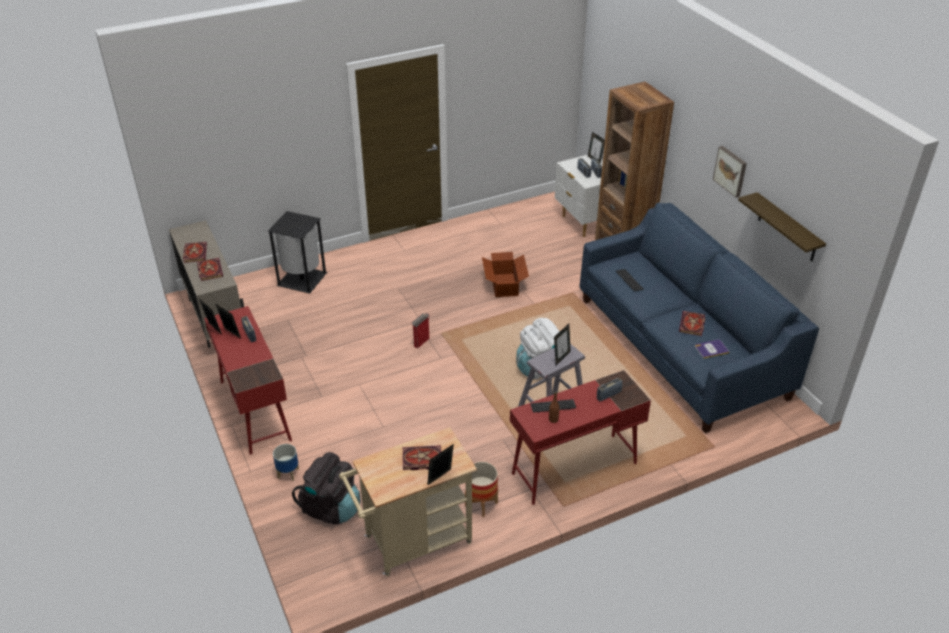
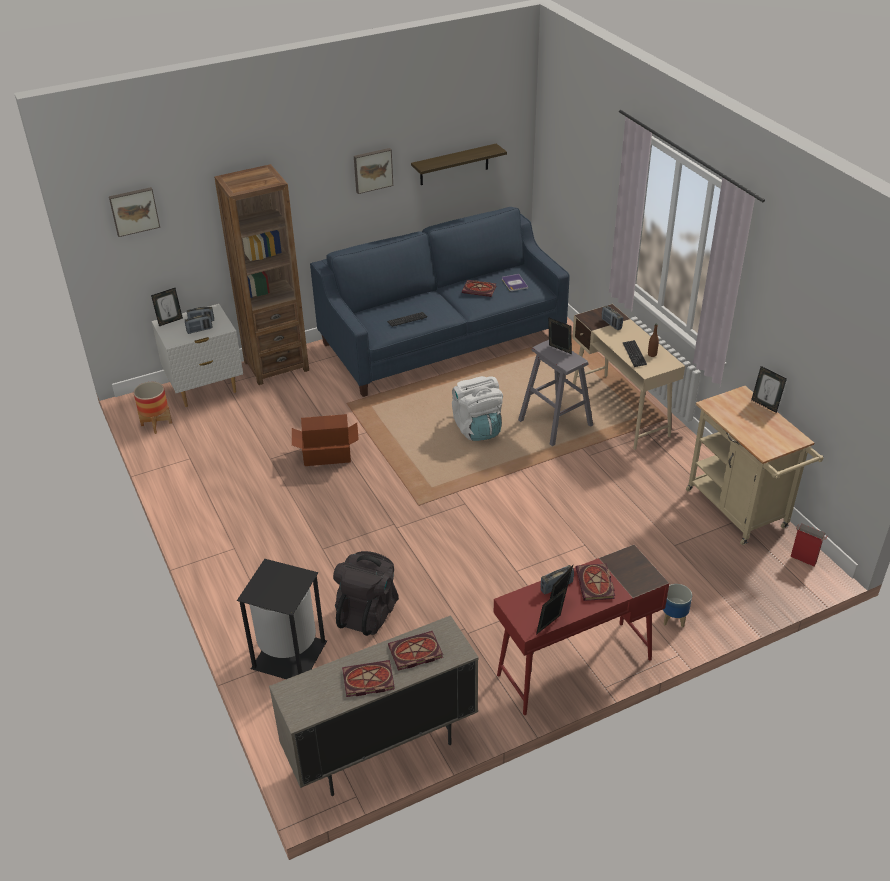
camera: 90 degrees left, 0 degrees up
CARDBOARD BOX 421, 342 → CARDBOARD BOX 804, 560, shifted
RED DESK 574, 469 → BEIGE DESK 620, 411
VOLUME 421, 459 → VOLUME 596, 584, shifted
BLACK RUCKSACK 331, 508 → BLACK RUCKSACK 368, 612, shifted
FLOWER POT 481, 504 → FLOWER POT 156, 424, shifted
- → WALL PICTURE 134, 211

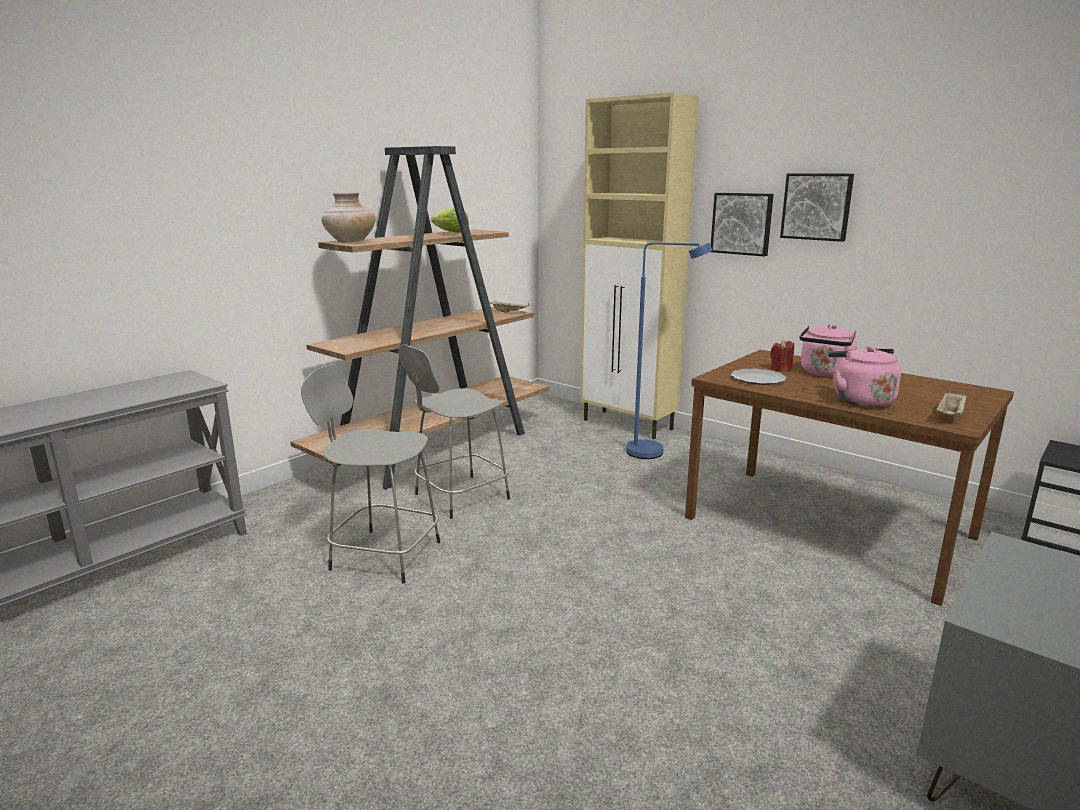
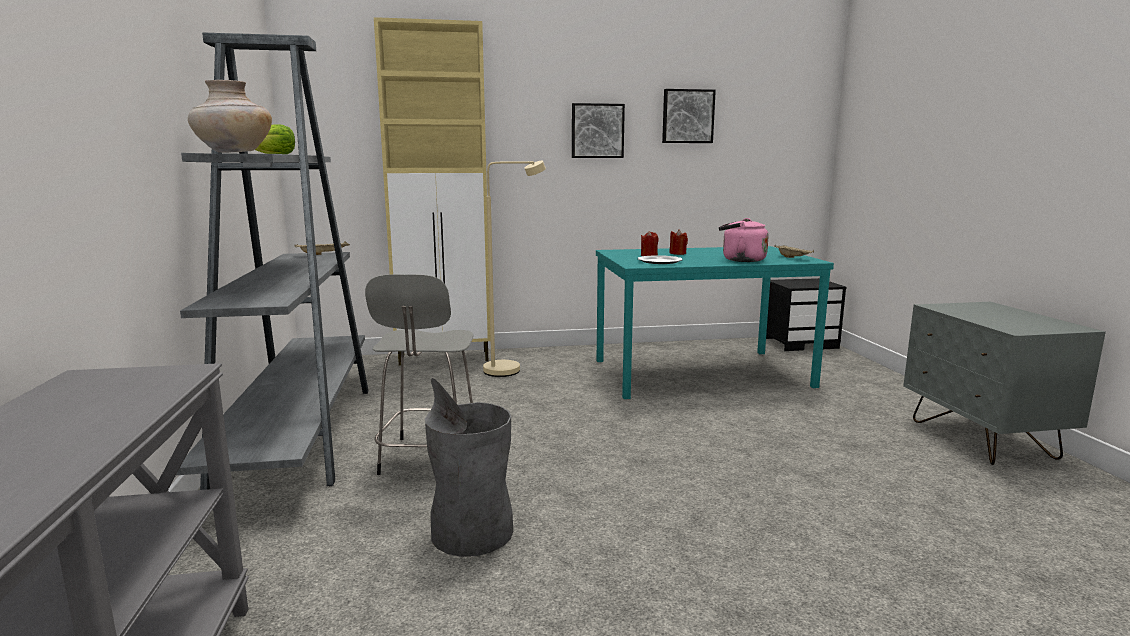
camera: 50 degrees left, 5 degrees down
BROWNISH BOOKCASE 436, 448 → GRAY BOOKCASE 300, 432
WALL PICTURE 742, 223 → WALL PICTURE 687, 116, shifted
BLUE-COLOURED STANDARD LAMP 655, 453 → BEIGE STANDARD LAMP 511, 369
PINK TEA KETTLE 825, 373 → RED WAX LIGHT 677, 253
BROWNISH KITCHEN TABLE 825, 527 → TURQUOISE-COLOURED KITCHEN TABLE 699, 373
GRAY STOOL SEAT 382, 555 → GRAY TRASH CAN 472, 533

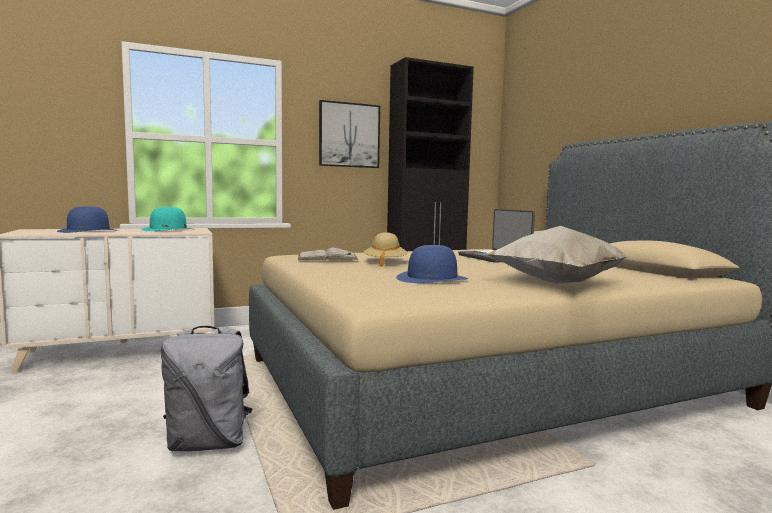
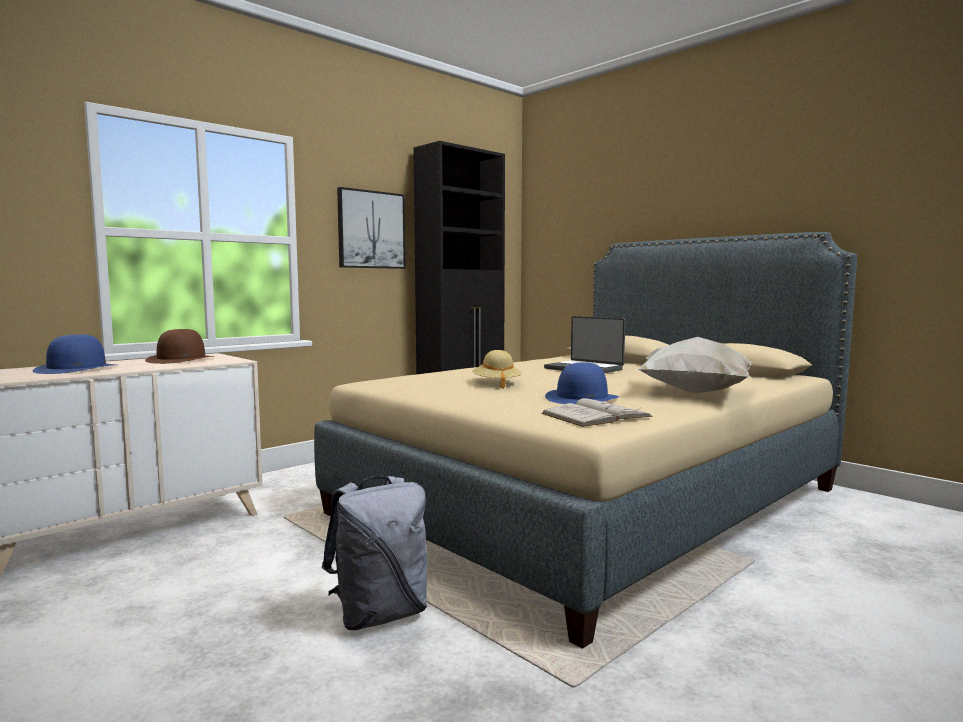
camera: 20 degrees left, 0 degrees up
TURQUOISE-COLOURED WEARABLE HAT 168, 229 → BROWNISH WEARABLE HAT 181, 359
WHITE VOLUME 327, 257 → WHITE VOLUME 596, 415, shifted

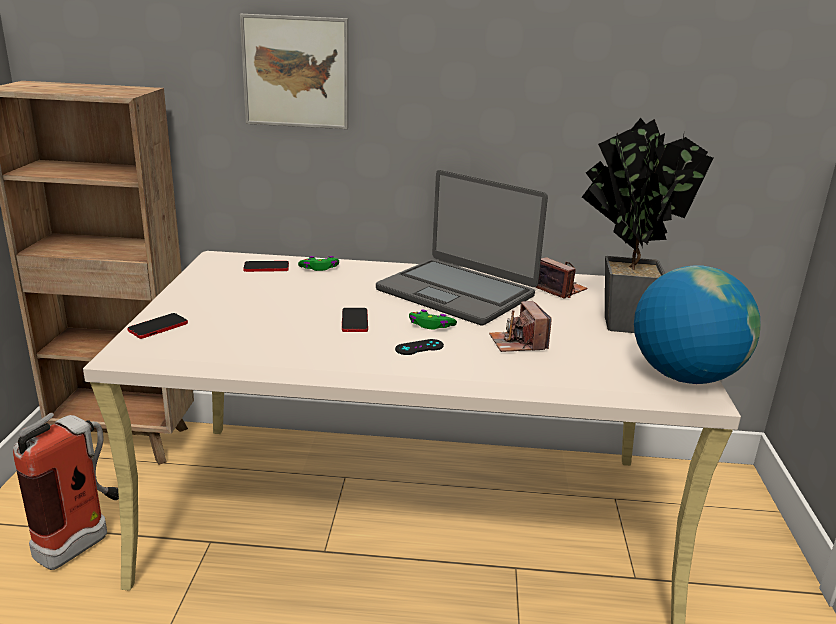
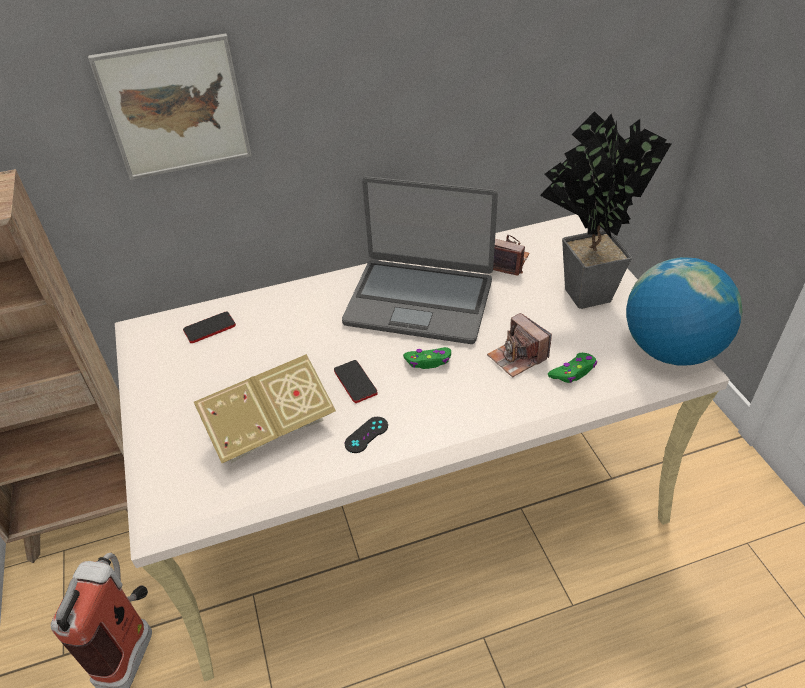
camera: 20 degrees left, 20 degrees up
GREENISH JOYPAD 319, 268 → GREENISH JOYPAD 573, 372, shifted
TELEPHONE 158, 327 → -
BLACK JOYPAD 419, 347 → BLACK JOYPAD 366, 435, shifted
- → VOLUME 270, 427

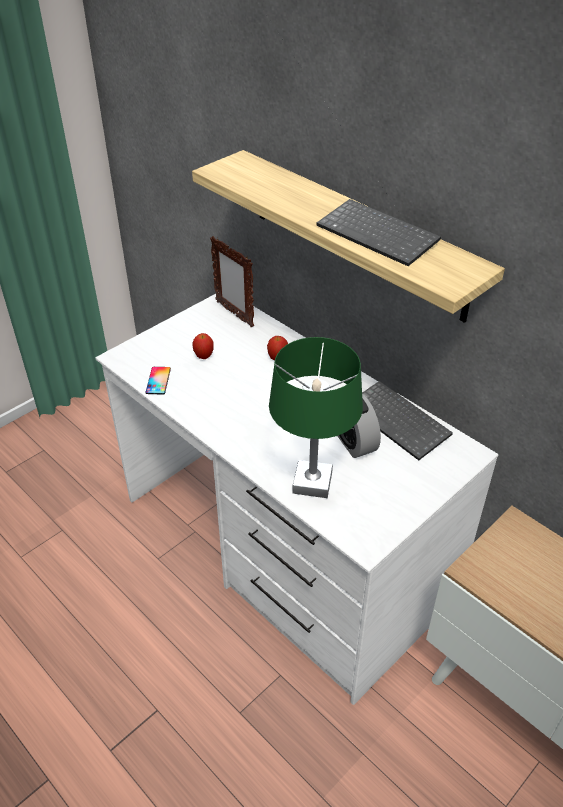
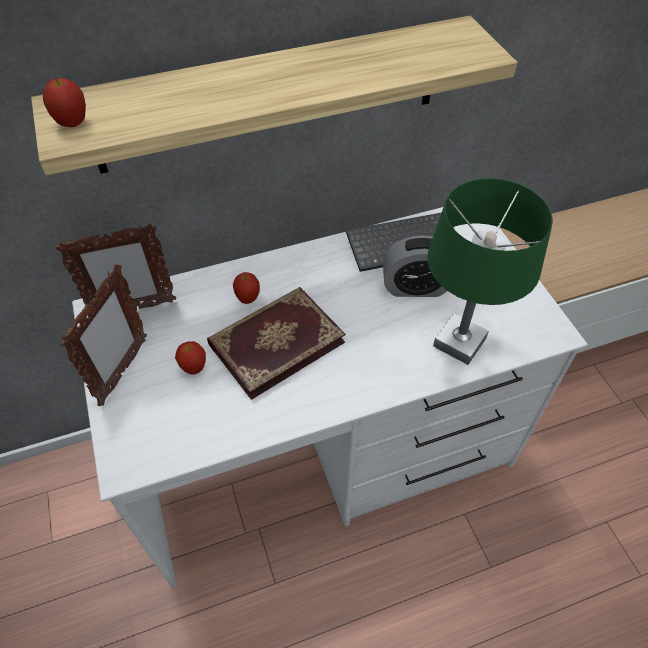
camera: 65 degrees left, 10 degrees up
PC KEYBOARD 379, 234 → -
TELEPHONE 158, 380 → -
- → APPLE FRUIT 73, 124
- → PHOTO FRAME 123, 372
- → VOLUME 275, 342

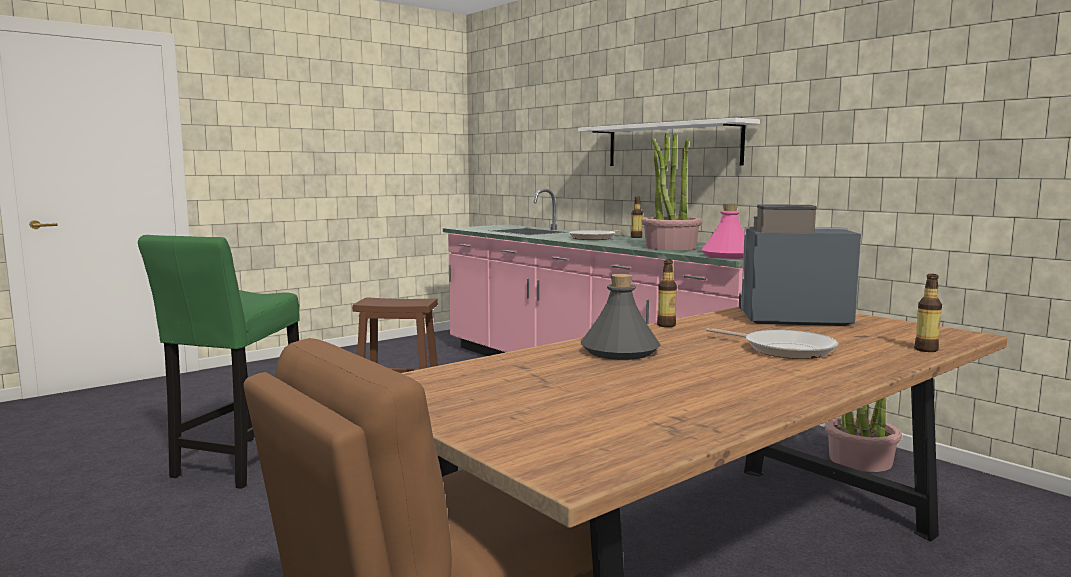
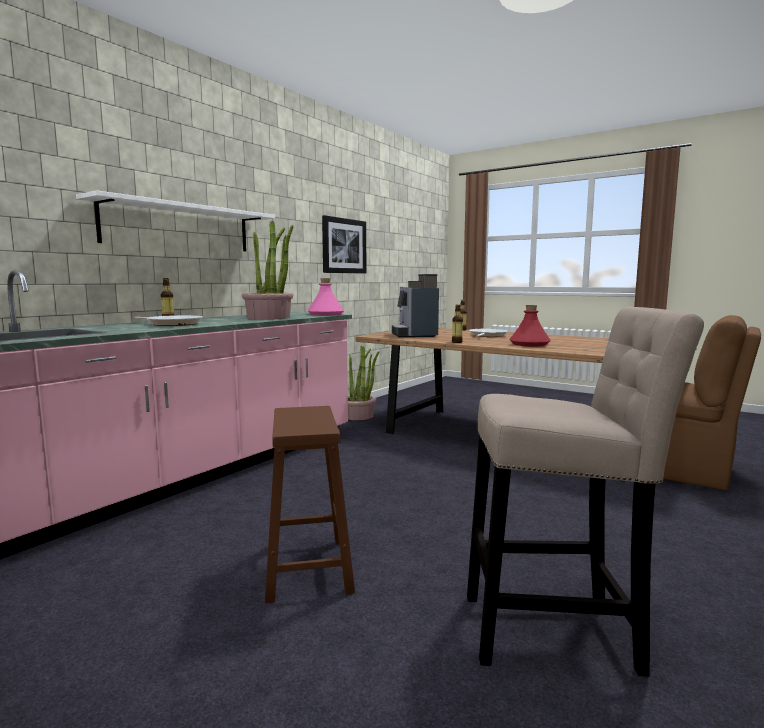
camera: 105 degrees left, 0 degrees up
GREENISH STOOL SEAT 237, 464 → BEIGE STOOL SEAT 559, 631
GRAY DRINK BOTTLE 620, 352 → RED DRINK BOTTLE 529, 344
- → WALL PICTURE 344, 246

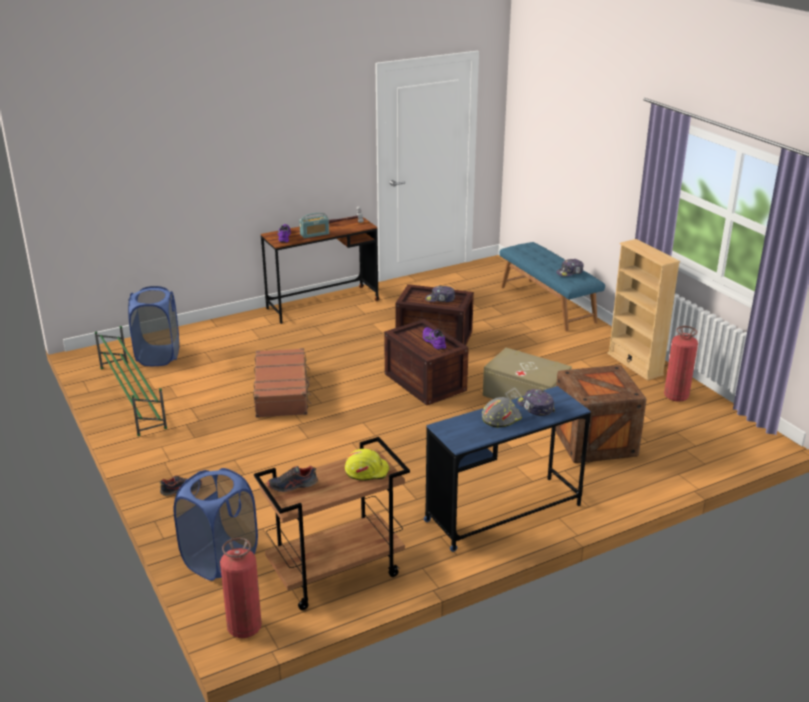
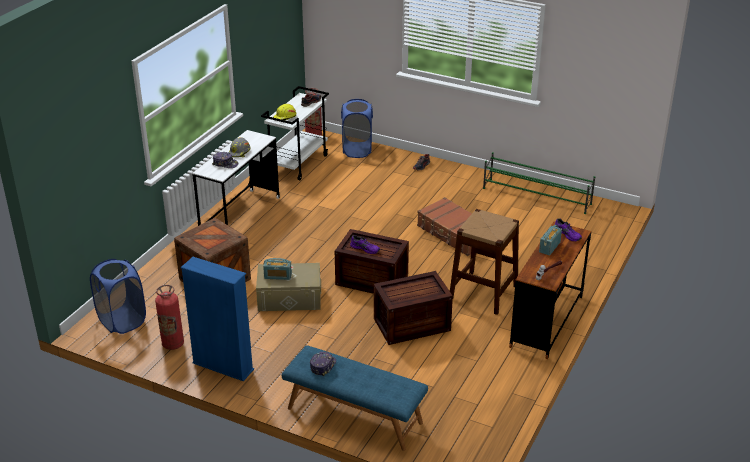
camera: 145 degrees right, 5 degrees up
BEIGE BOOKCASE 635, 364 → BLUE-COLOURED BOOKCASE 223, 366
PEAKED CAP 440, 299 → -
BLUE-COLOURED LAUNDRY BASKET 158, 356 → BLUE-COLOURED LAUNDRY BASKET 122, 321, shifted
BLUE-COLOURED DESK 503, 513 → WHITE DESK 240, 216
BROWNISH WHEELED CART 335, 574 → WHITE WHEELED CART 298, 163
- → BROWNISH STOOL SEAT 483, 292
- → RADIO RECEIVER 278, 276

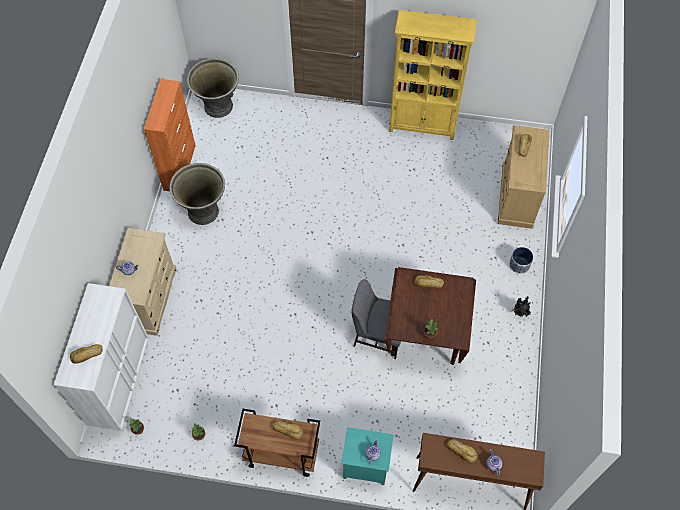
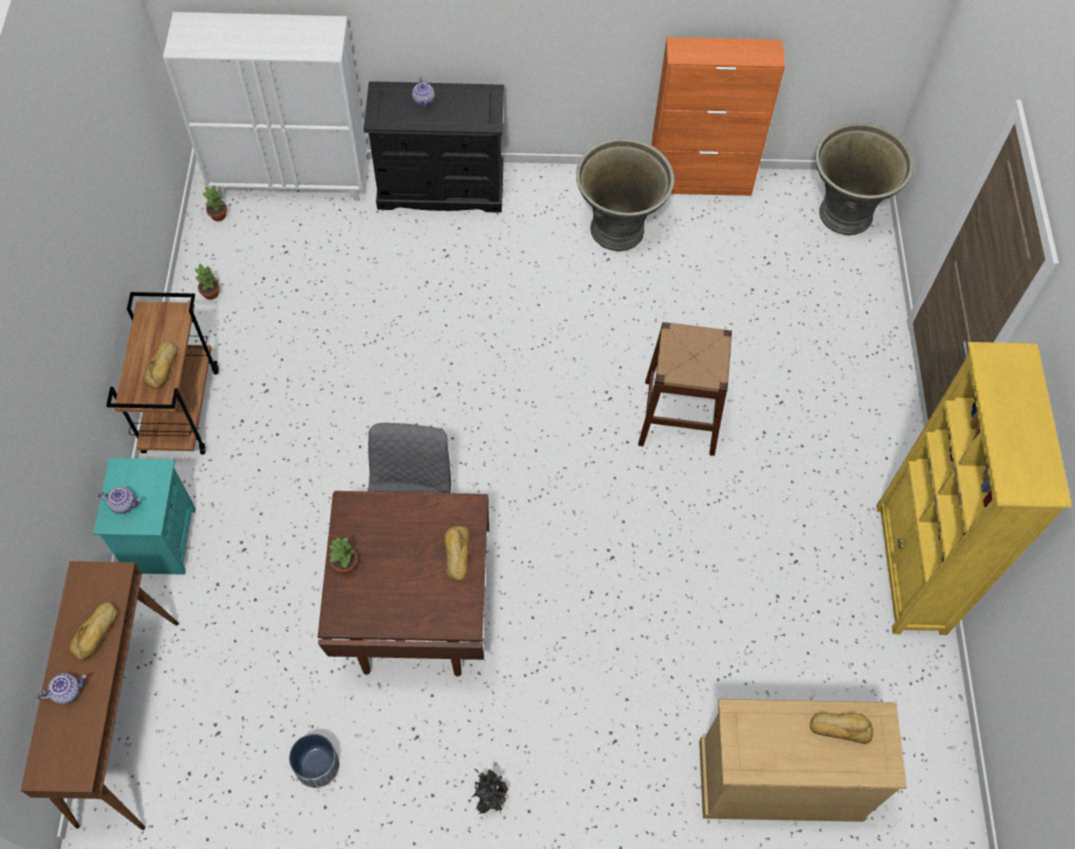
camera: 80 degrees right, 0 degrees up
BEIGE DRESSER 149, 298 → BLACK DRESSER 441, 188
FLOWER POT 519, 265 → FLOWER POT 317, 766, shifted
BREAD 87, 355 → -
- → BROWNISH STOOL SEAT 679, 416

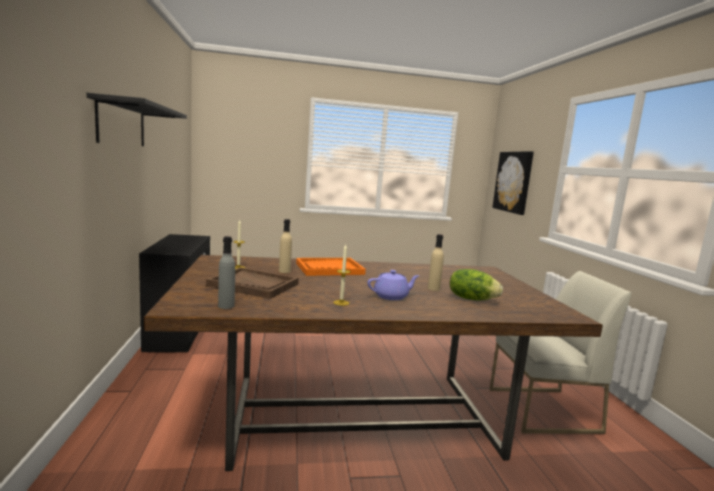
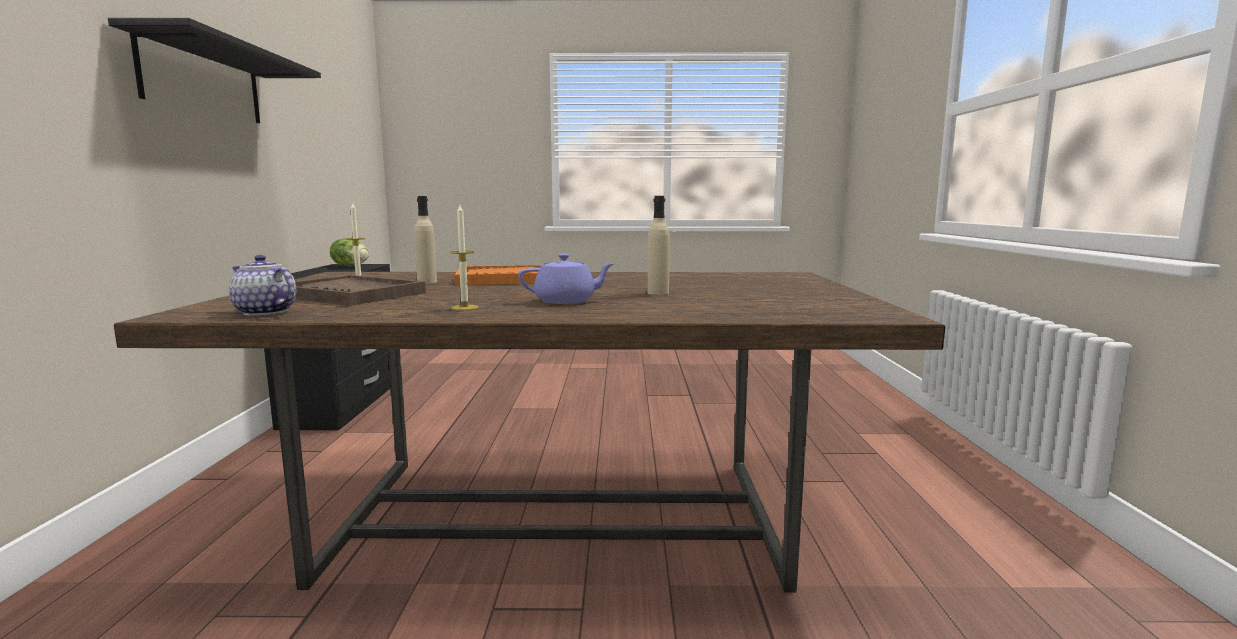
camera: 10 degrees right, 0 degrees up
WALL PICTURE 513, 182 → -
GRAY DRINK BOTTLE 226, 306 → TEA POT 263, 312
LETTUCE 472, 299 → LETTUCE 351, 266, shifted
WHITE UPRIGHT CHAIR 542, 410 → -

